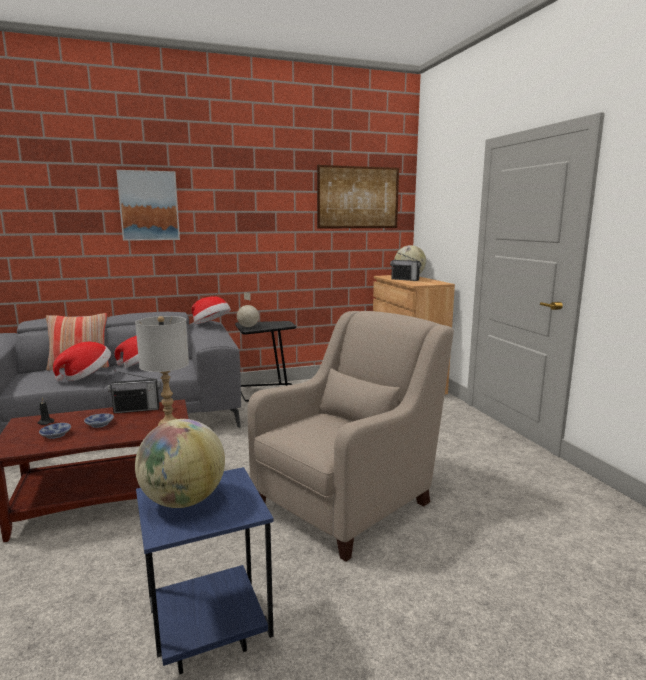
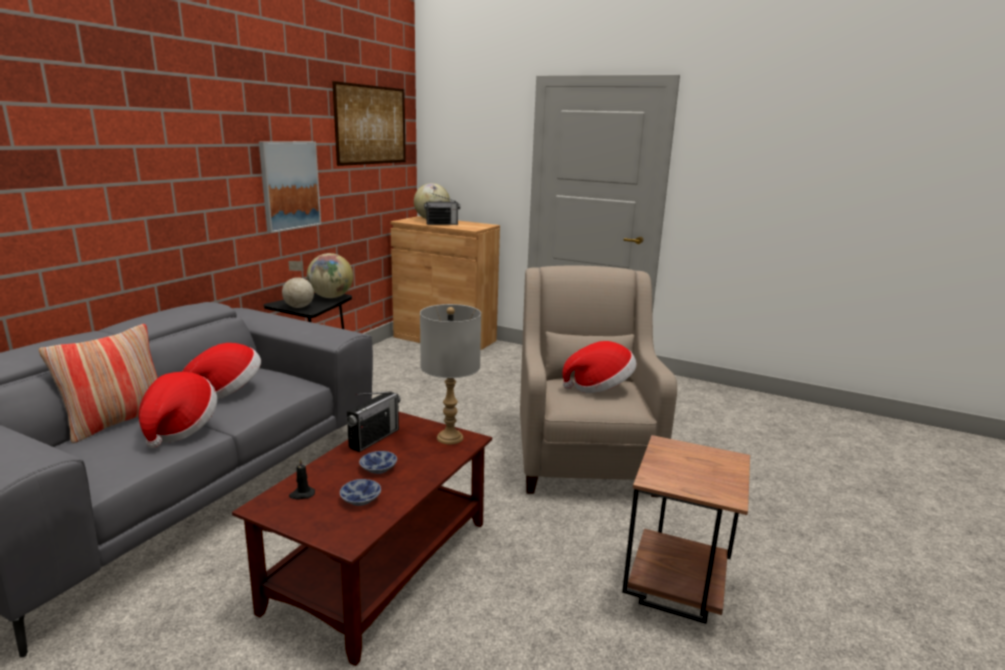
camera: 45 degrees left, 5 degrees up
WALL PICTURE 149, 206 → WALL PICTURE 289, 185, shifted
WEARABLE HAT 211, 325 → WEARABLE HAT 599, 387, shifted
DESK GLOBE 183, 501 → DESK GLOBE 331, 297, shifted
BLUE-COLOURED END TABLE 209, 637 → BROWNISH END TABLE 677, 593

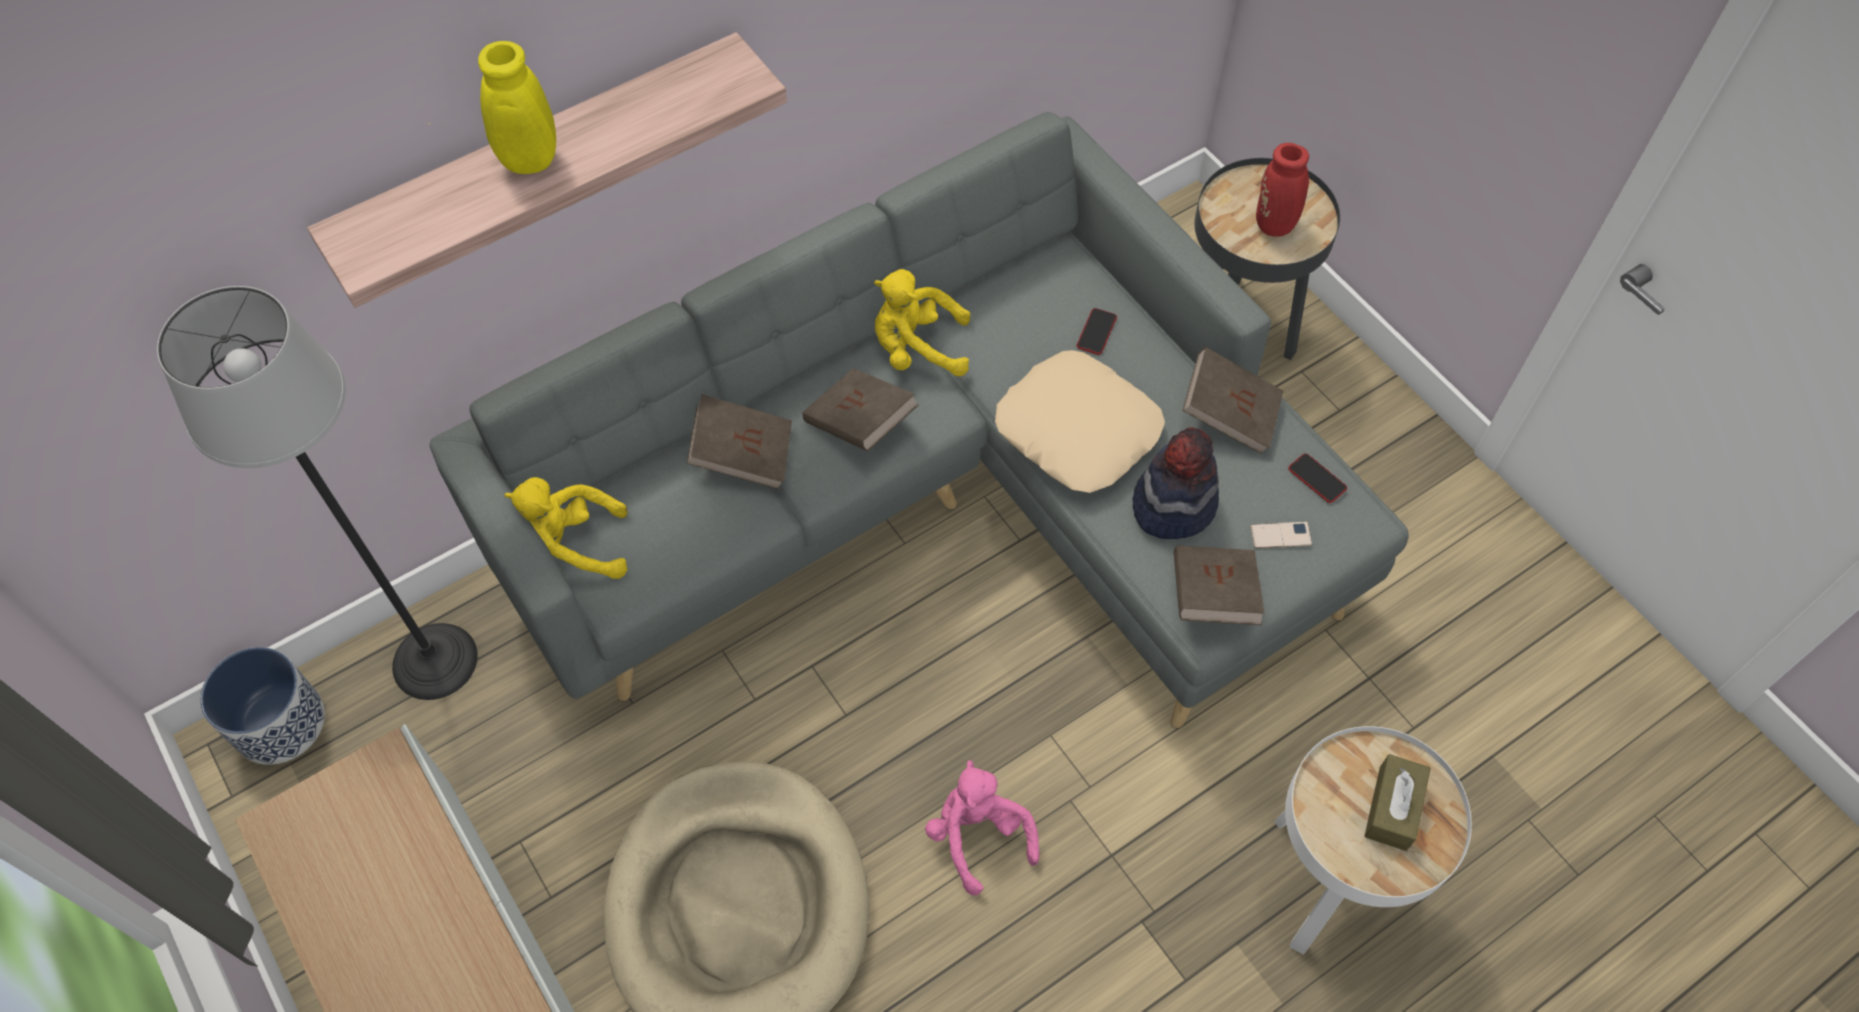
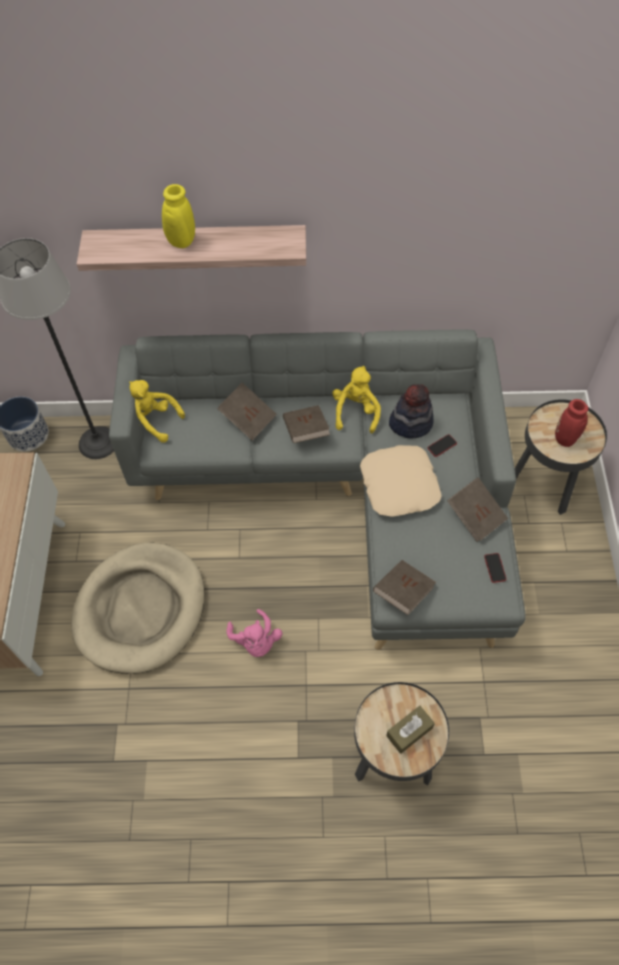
camera: 35 degrees right, 0 degrees up
YELLOW-COLOURED SOFT TOY 917, 348 → YELLOW-COLOURED SOFT TOY 356, 411, 60 degrees clockwise
WEARABLE HAT 1173, 504 → WEARABLE HAT 410, 422, shifted
TELEPHONE 1280, 535 → -
WHITE END TABLE 1327, 883 → BLACK END TABLE 393, 759
PINK SOFT TOY 978, 836 → PINK SOFT TOY 256, 641, 150 degrees clockwise

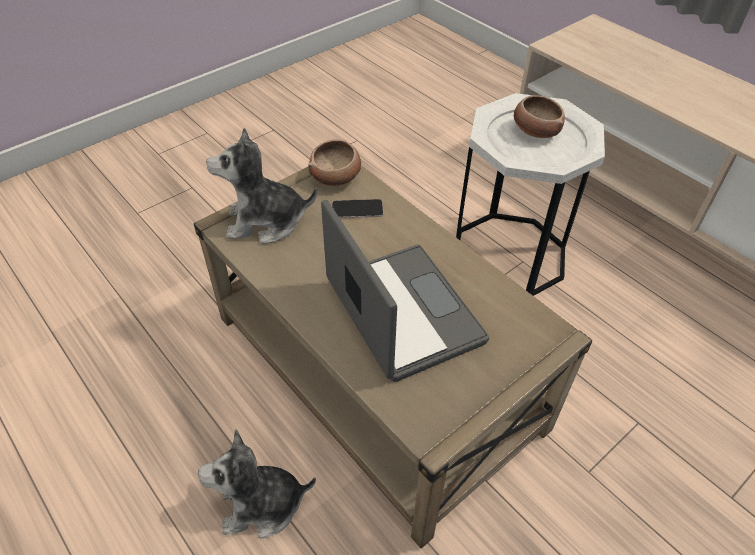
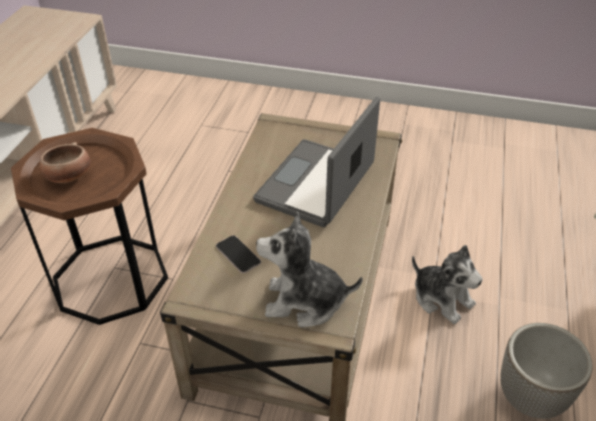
camera: 125 degrees left, 5 degrees down
WHITE END TABLE 509, 254 → BROWNISH END TABLE 111, 278
SOFT TOY 265, 222 → SOFT TOY 304, 301, 135 degrees clockwise
DEEP DISH 336, 177 → -
- → FLOWER POT 530, 399

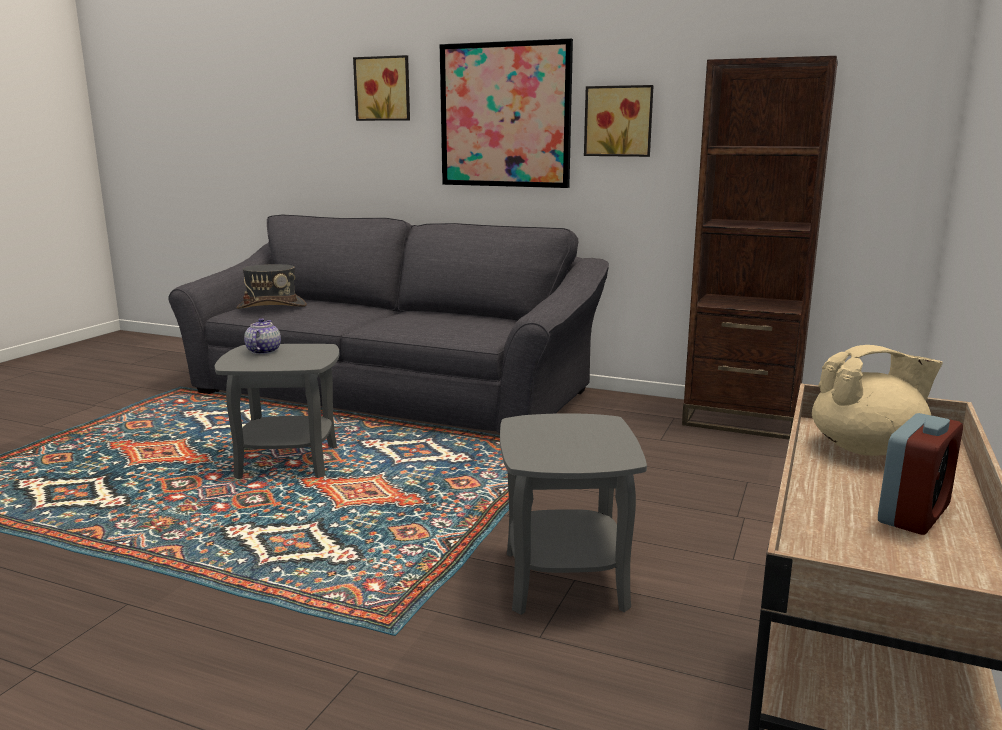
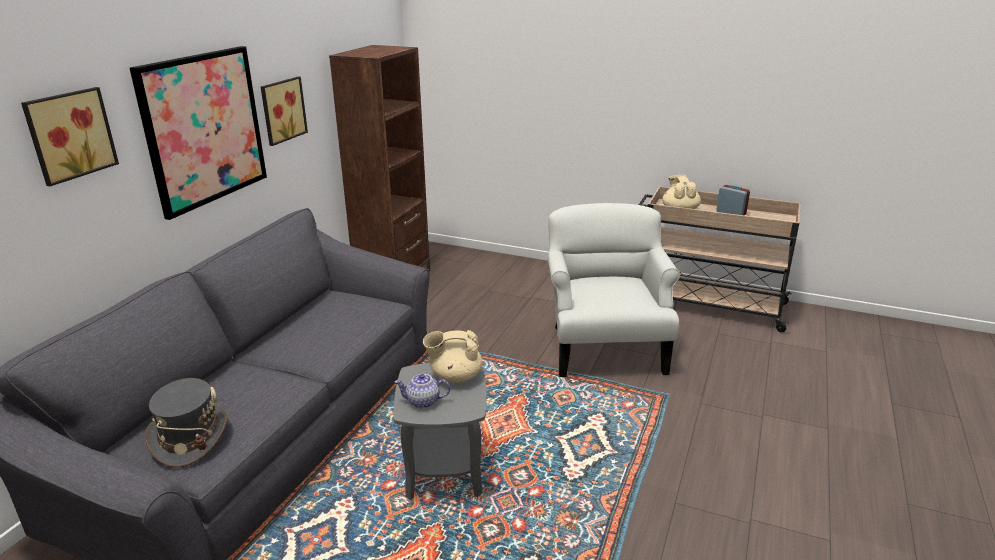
camera: 90 degrees left, 10 degrees up
GRAY END TABLE 566, 579 → WHITE LOUNGE CHAIR 604, 347
- → BEIGE TEA POT 455, 376

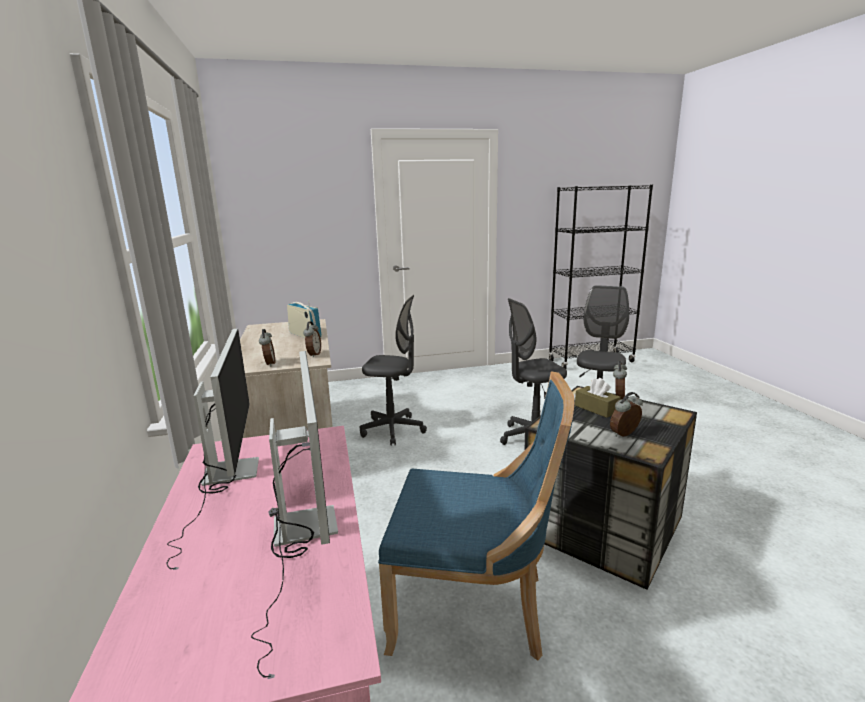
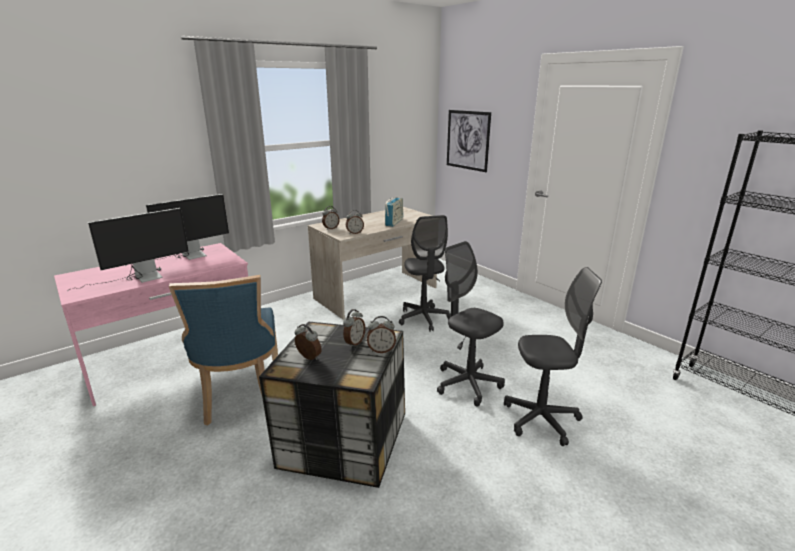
camera: 65 degrees right, 5 degrees up
BROWNISH TISSUE HOLDER 596, 408 → BEDSIDE CLOCK 354, 343
- → WALL PICTURE 467, 140

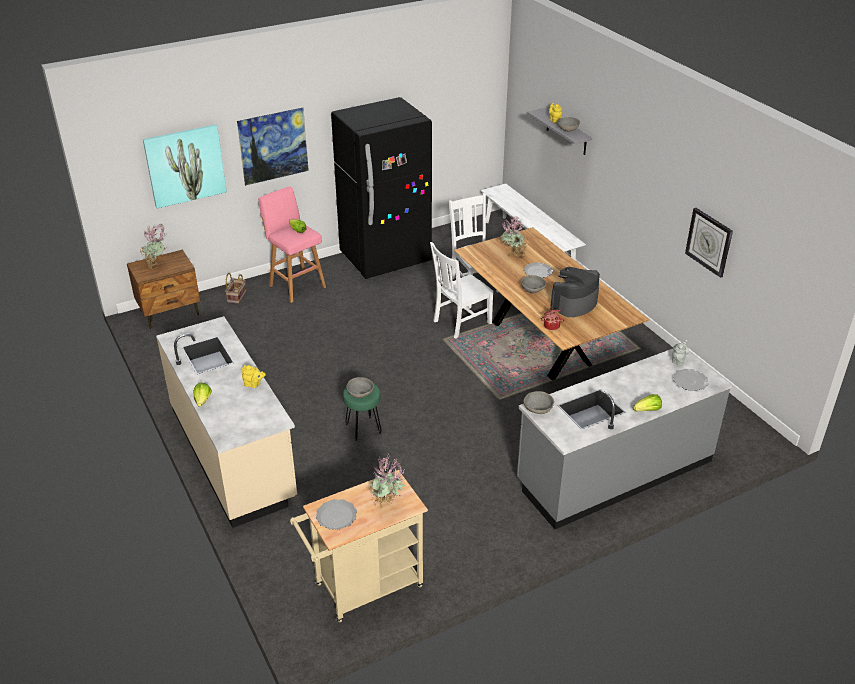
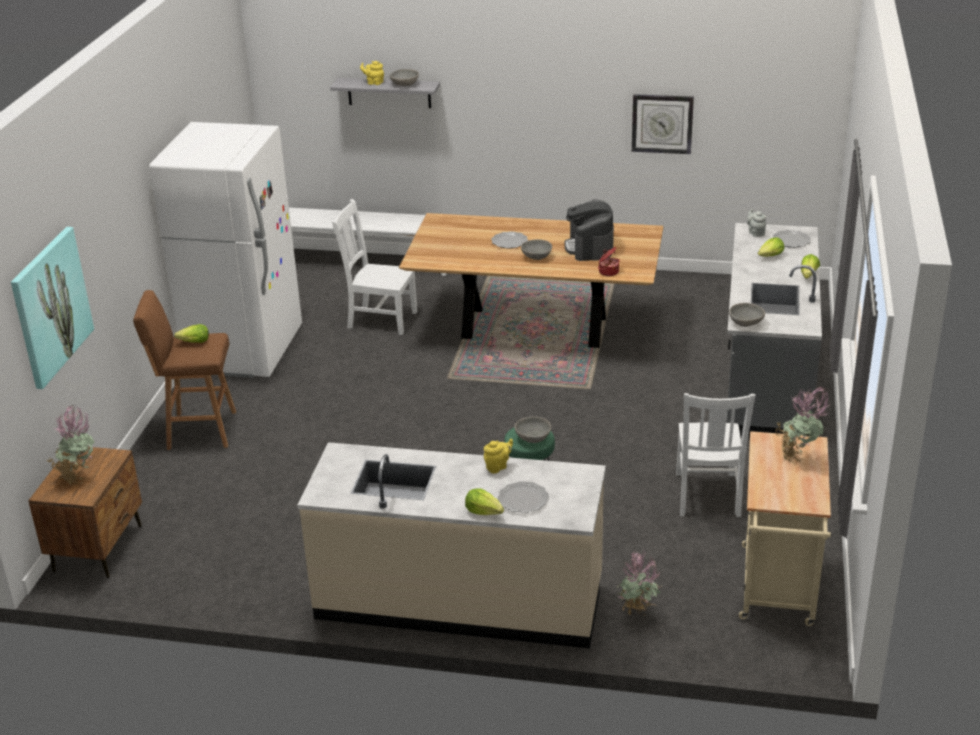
camera: 50 degrees left, 5 degrees down
BLACK KITCHEN FRIDGE 385, 259 → WHITE KITCHEN FRIDGE 245, 351
WALL PICTURE 275, 162 → -
PINK STOOL SEAT 296, 285 → BROWNISH STOOL SEAT 198, 430
POTTED PLANT 513, 257 → POTTED PLANT 638, 614, shifted
WHITE UPRIGHT CHAIR 460, 323 → WHITE UPRIGHT CHAIR 707, 496, shifted
HOUSEHOLD BASKET 236, 296 → -
FLAT DISH 336, 516 → FLAT DISH 523, 499, shifted
- → LETTUCE 770, 256

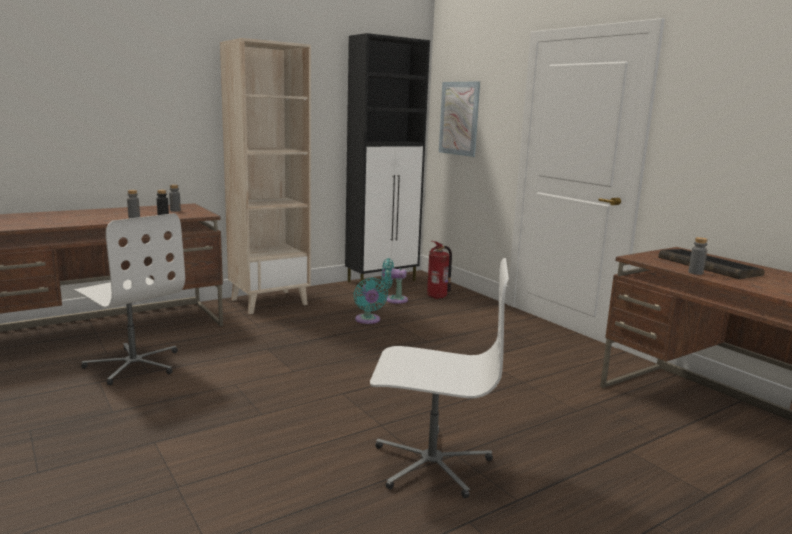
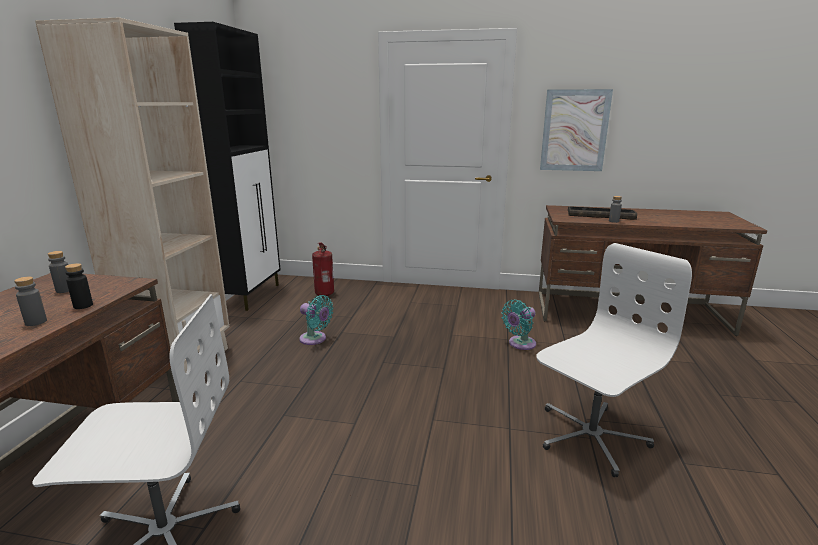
camera: 45 degrees left, 5 degrees up
WALL PICTURE 459, 118 → WALL PICTURE 574, 130, shifted
TURQUOISE-COLOURED COOLING FAN 393, 299 → TURQUOISE-COLOURED COOLING FAN 520, 344, shifted

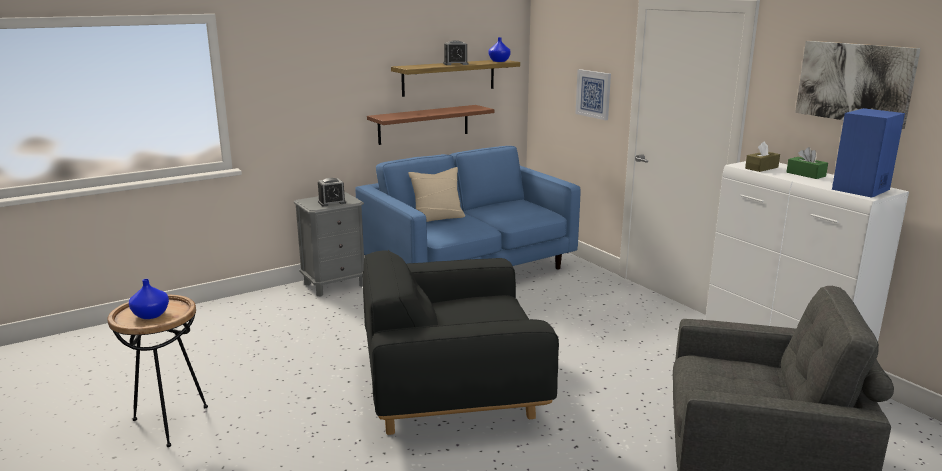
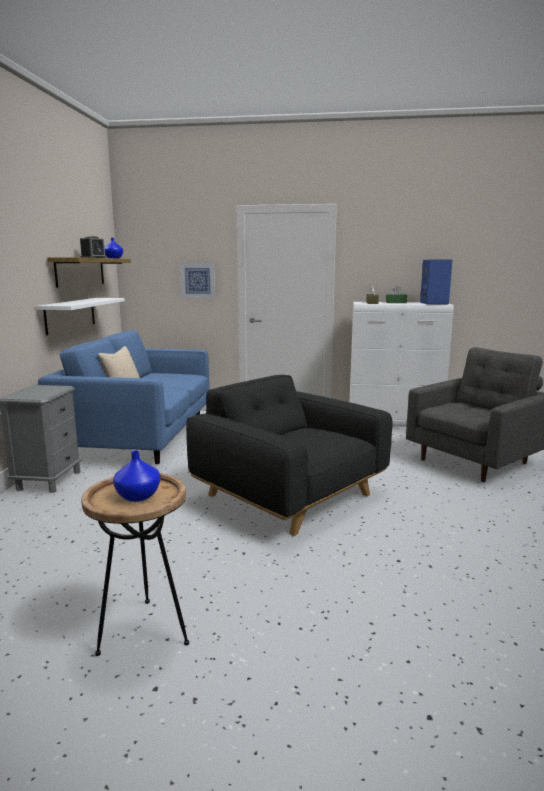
camera: 50 degrees left, 5 degrees down
WALL PICTURE 855, 82 → -
BROWNISH SHELF 424, 124 → WHITE SHELF 70, 315
BEDSIDE CLOCK 332, 202 → -
BLACK LOUNGE CHAIR 451, 387 → BLACK LOUNGE CHAIR 290, 495, 105 degrees clockwise

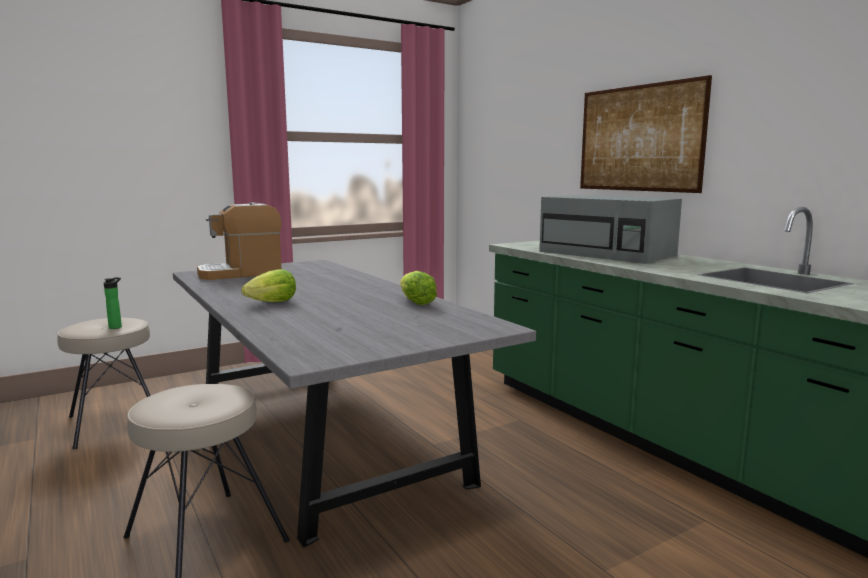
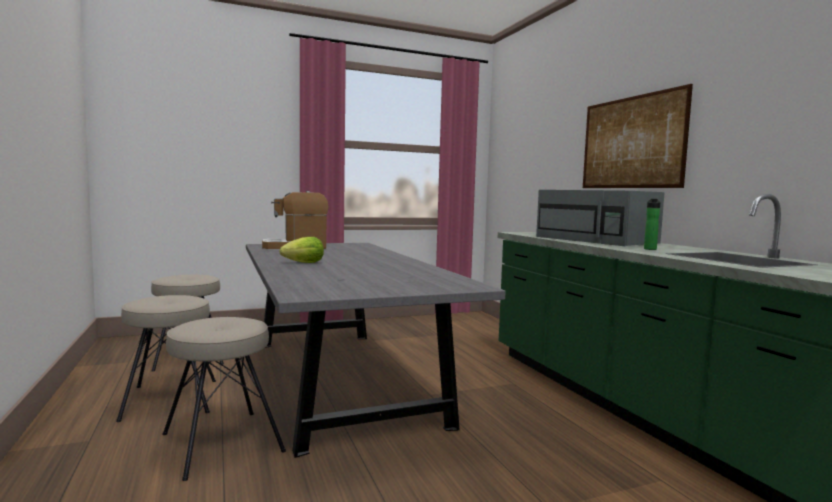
camera: 10 degrees right, 5 degrees down
LETTUCE 416, 303 → -
DRINK BOTTLE 116, 327 → DRINK BOTTLE 650, 249, shifted
- → BEIGE STOOL SEAT 169, 399

